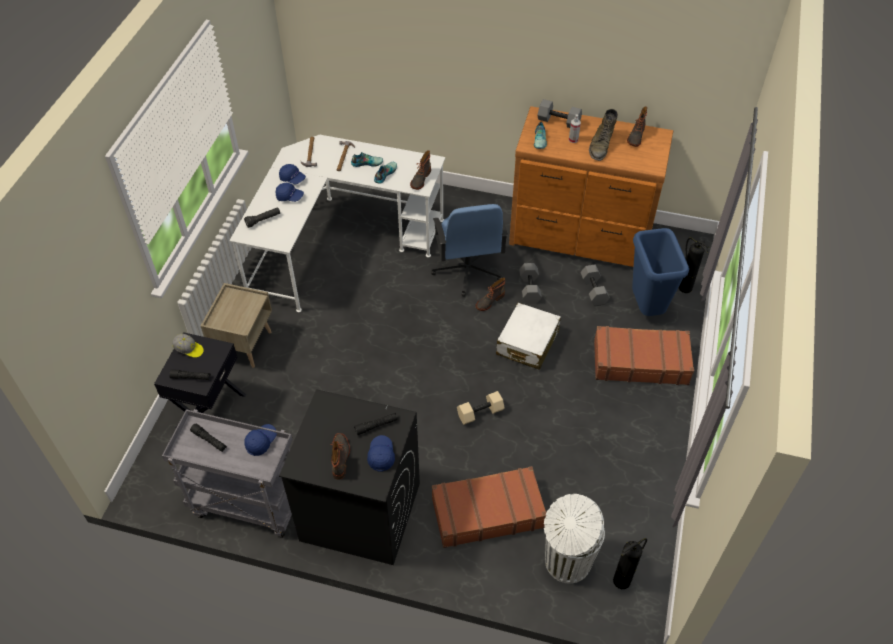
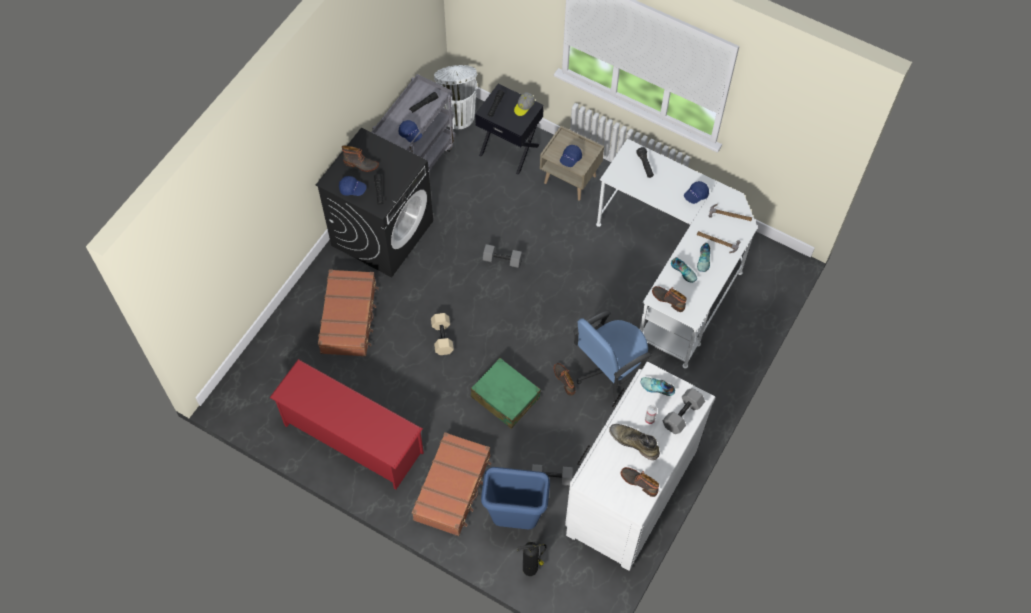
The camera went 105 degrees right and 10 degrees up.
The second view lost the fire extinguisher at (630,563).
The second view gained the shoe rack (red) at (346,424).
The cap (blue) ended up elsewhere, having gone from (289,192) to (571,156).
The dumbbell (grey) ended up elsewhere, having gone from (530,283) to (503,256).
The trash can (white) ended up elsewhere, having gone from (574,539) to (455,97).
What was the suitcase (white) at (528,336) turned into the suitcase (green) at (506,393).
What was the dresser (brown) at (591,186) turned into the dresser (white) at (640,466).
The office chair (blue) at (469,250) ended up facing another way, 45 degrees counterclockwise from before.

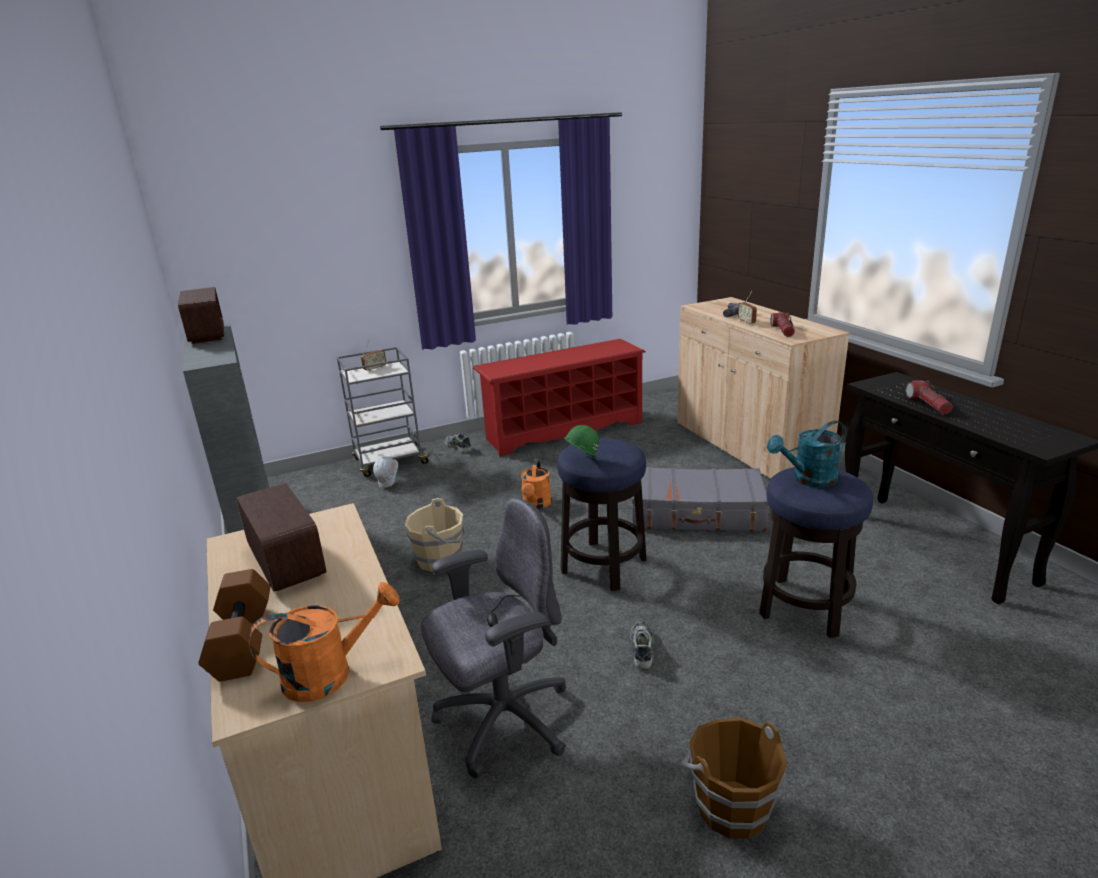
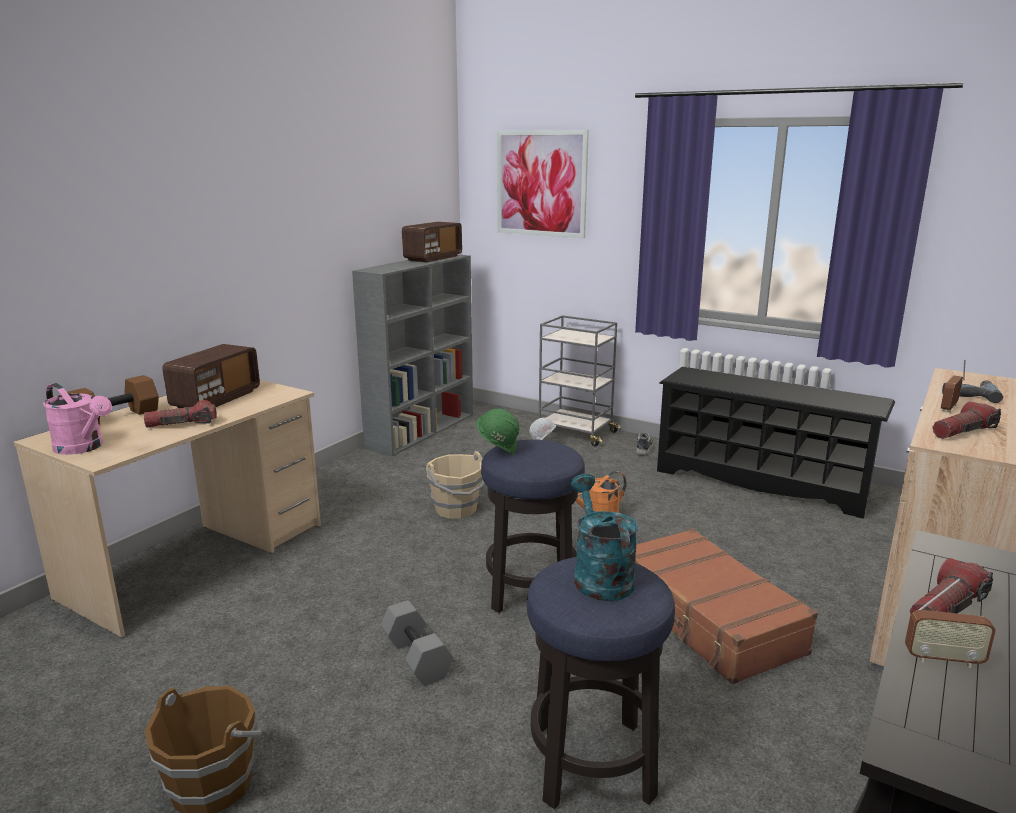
The camera went 55 degrees right and 5 degrees down.
The second view lost the office chair (grey) at (493,638).
The second view gained the flashlight at (180,414).
The second view gained the picture at (543,184).
The radio ended up elsewhere, having gone from (373,355) to (950,623).
Where the shoe stood at (642,645), the dumbbell (grey) came to stand at (417,643).
What was the watering can (orange) at (324,642) turned into the watering can (pink) at (77,419).
What was the shoe rack (red) at (559,397) turned into the shoe rack (black) at (776,443).
What was the suitcase (grey) at (700,499) turned into the suitcase (brown) at (726,606).
The watering can (turquoise) at (807,454) ended up facing another way, 45 degrees clockwise from before.

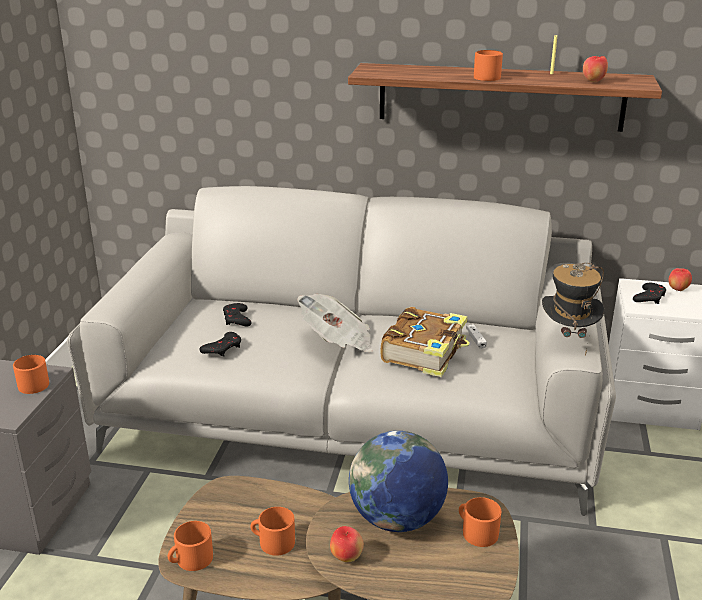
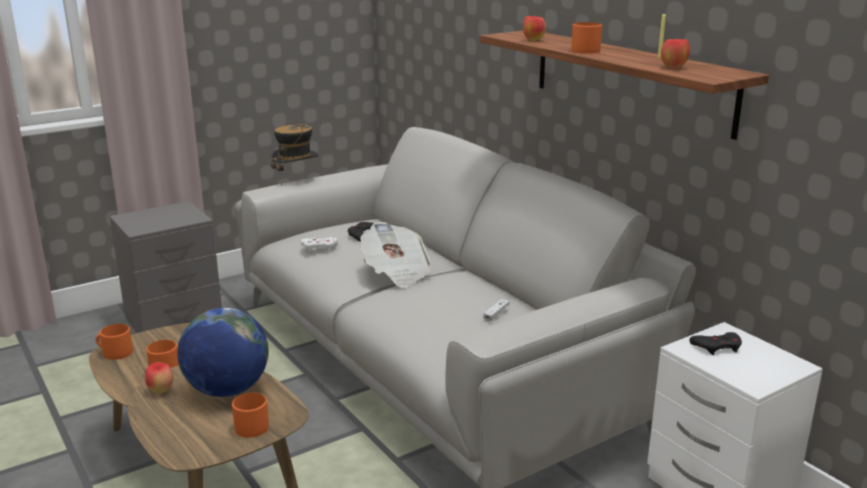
The camera went 45 degrees right and 5 degrees down.
The second view lost the mug (orange) at (31,374).
The second view lost the book at (425,342).
The hat ended up elsewhere, having gone from (573,309) to (295,154).
The apple ended up elsewhere, having gone from (680,279) to (534,28).
What was the game controller (black) at (220,344) turned into the game controller (white) at (319,244).

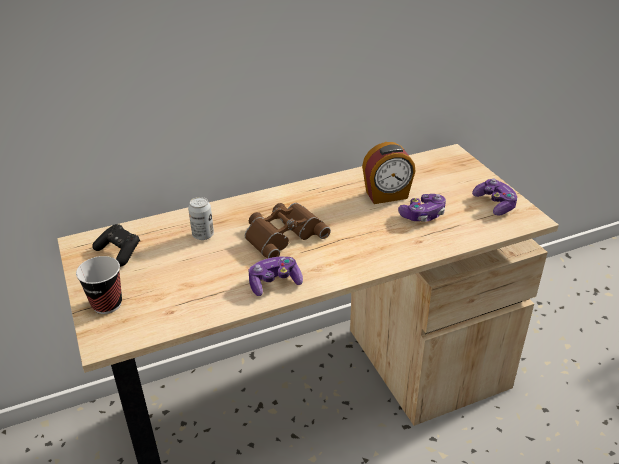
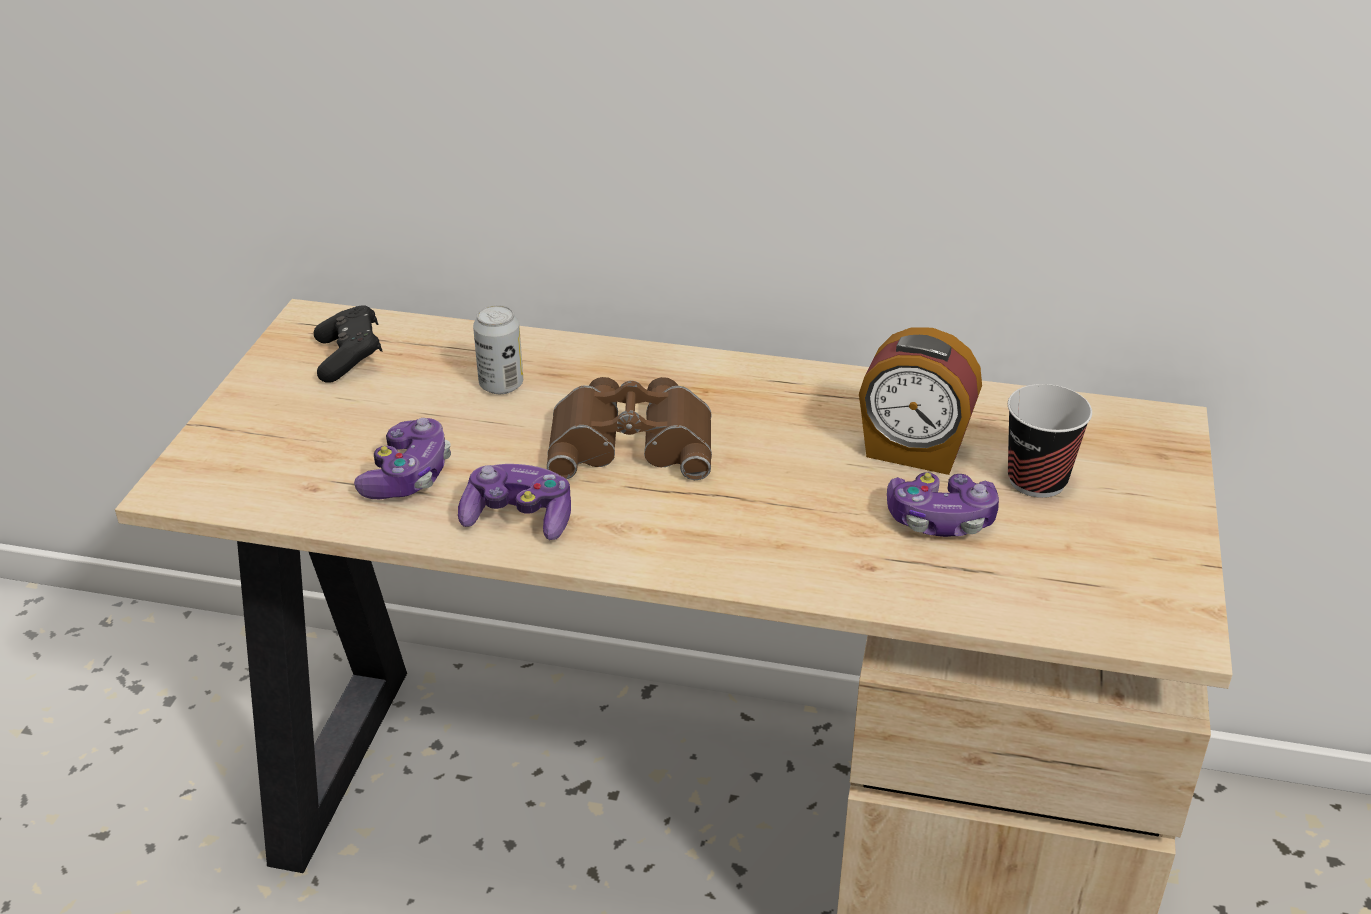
The camera went 35 degrees right and 0 degrees up.
The cup ended up elsewhere, having gone from (99,285) to (1050,441).
The game controller ended up elsewhere, having gone from (495,197) to (402,458).

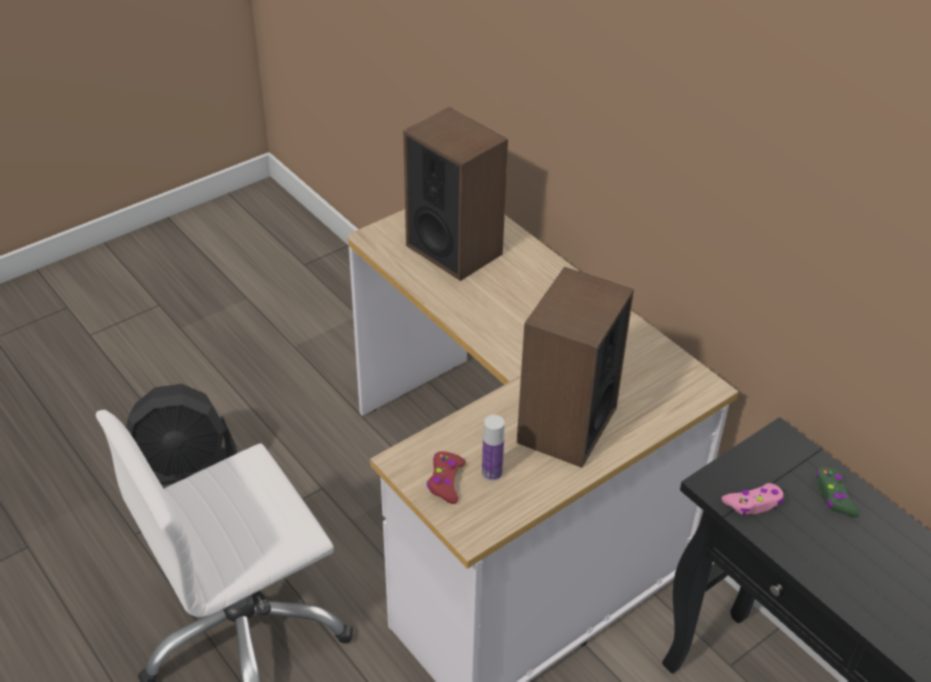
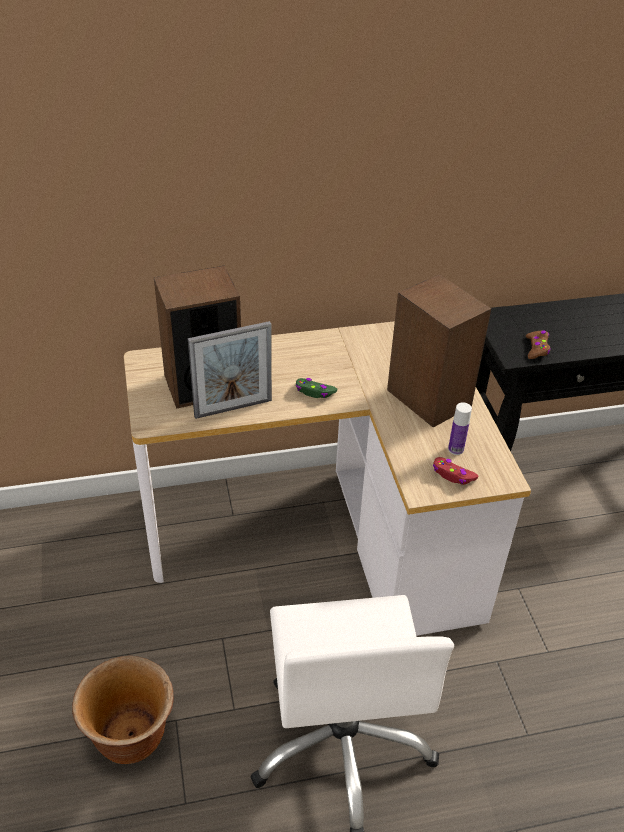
The camera went 65 degrees left and 0 degrees up.
The second view gained the picture frame at (230,370).
The game controller (green) ended up elsewhere, having gone from (838,492) to (316,388).
Where the fan (black) stood at (181,434), the planter (brown) came to stand at (123,710).
What was the game controller (pink) at (753,499) turned into the game controller (brown) at (538,345).

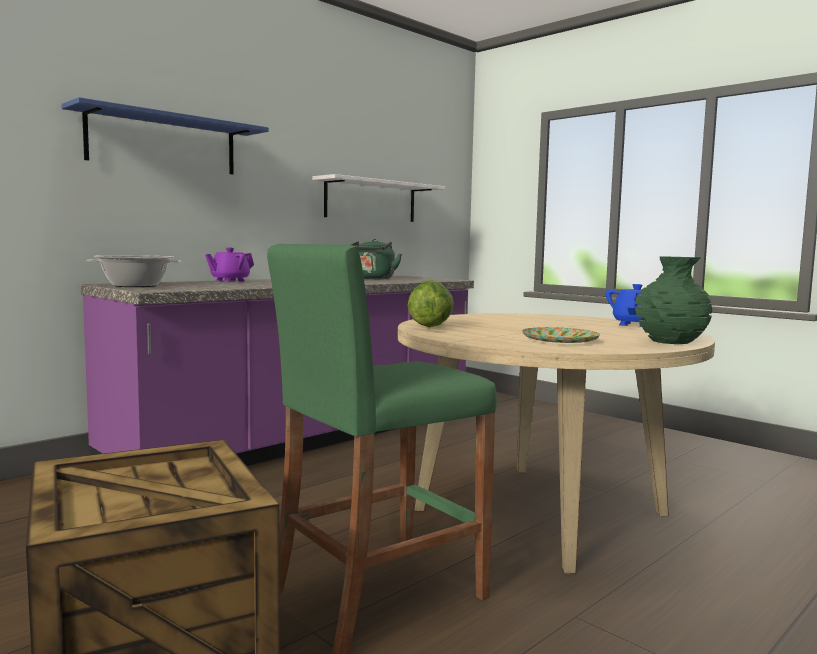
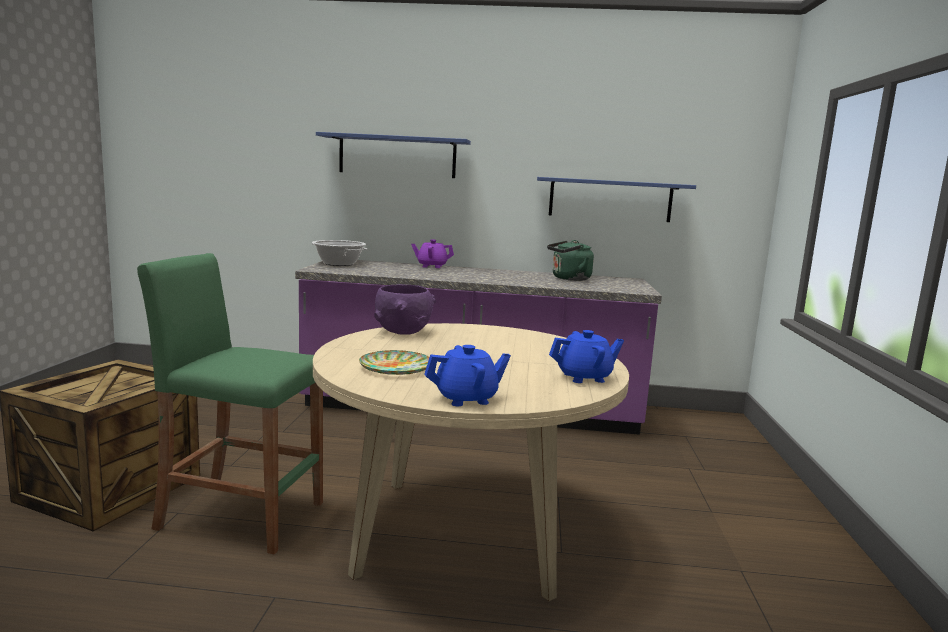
The camera went 50 degrees right and 5 degrees up.
Where the lettuce stood at (431,303), the bowl (purple) came to stand at (405,309).
Where the vase (green) stood at (673,300), the teapot (blue) came to stand at (468,375).
What was the shelf (white) at (378,198) turned into the shelf (blue) at (616,199).

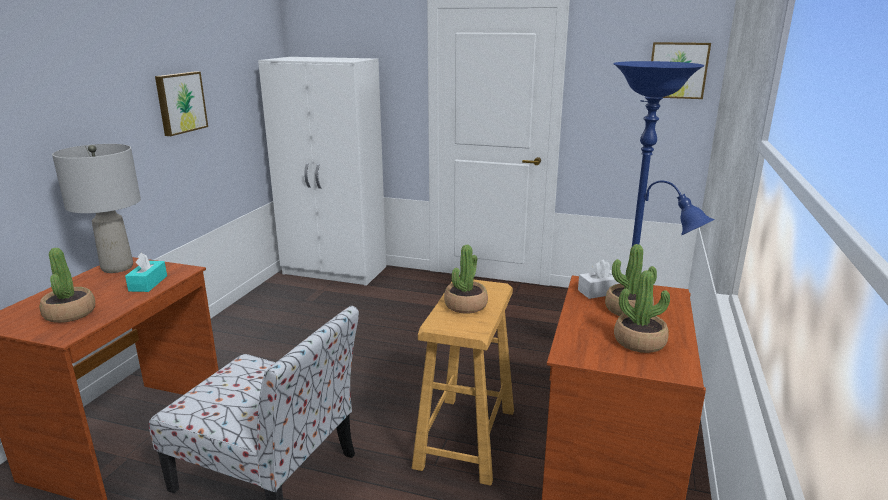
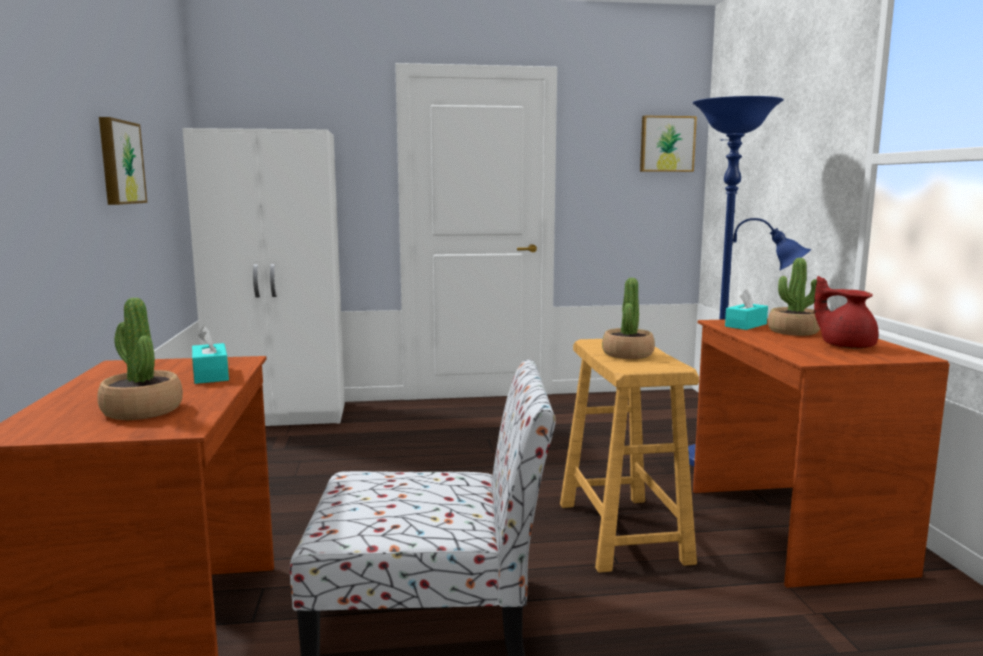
The camera went 25 degrees left and 10 degrees down.
The second view lost the table lamp (grey) at (96,208).
Where the potted plant stood at (642,311), the teapot (red) came to stand at (846,312).
What was the tissue box (white) at (599,279) turned into the tissue box (turquoise) at (746,309).

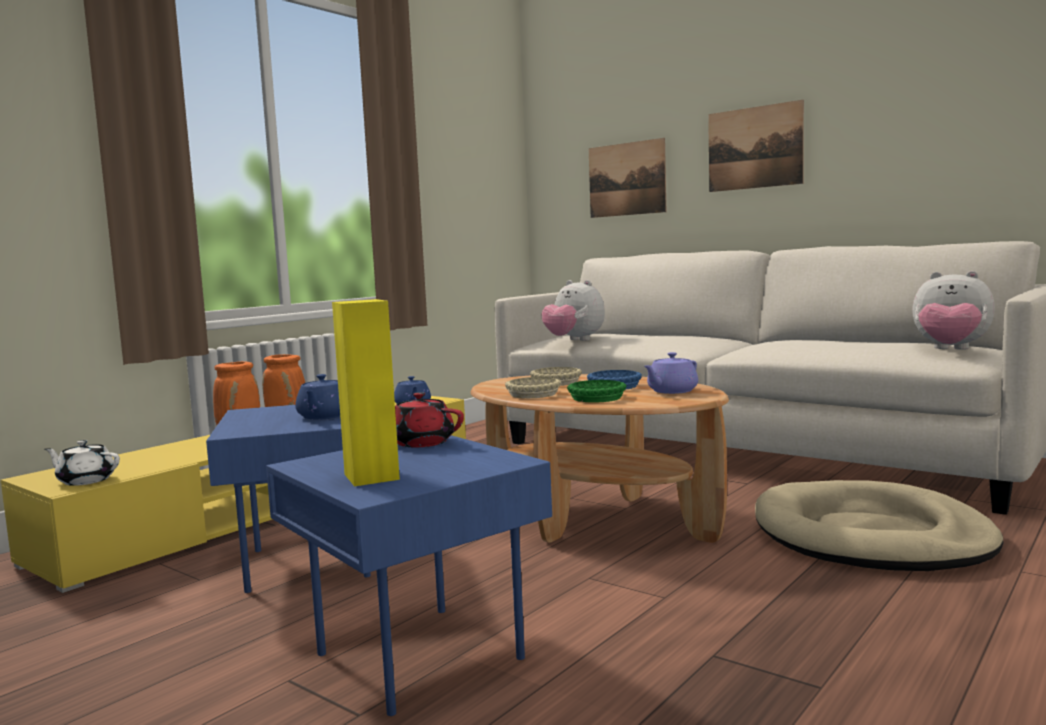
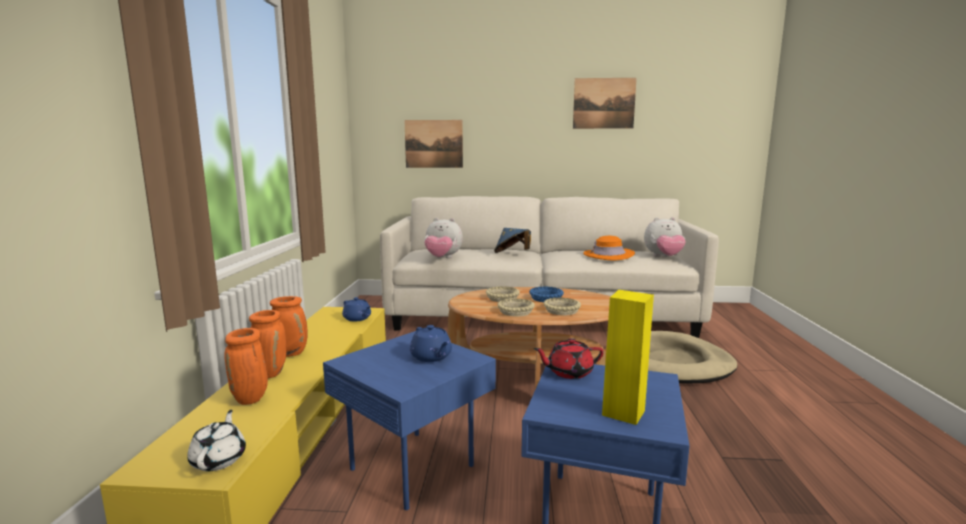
The camera went 35 degrees left and 5 degrees up.
The second view lost the teapot (purple) at (671,373).
The second view gained the vase (orange) at (246,366).
The second view gained the hat (blue) at (512,240).
The second view gained the hat (orange) at (609,248).
The picture ended up elsewhere, having gone from (756,146) to (605,103).
What was the bowl (green) at (596,391) turned into the bowl (beige) at (562,306).
The teapot (white) at (82,463) ended up facing another way, 105 degrees clockwise from before.

